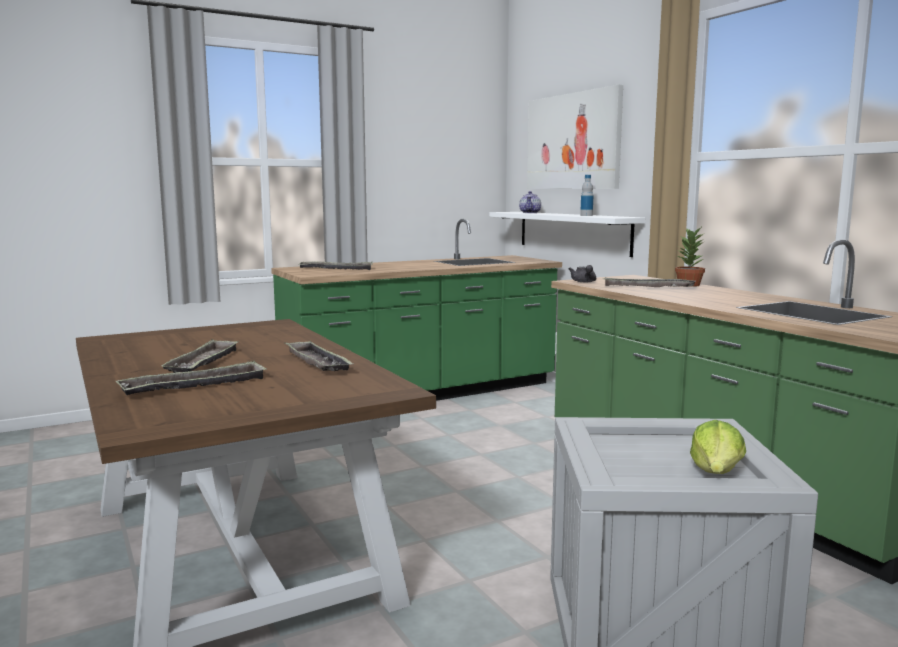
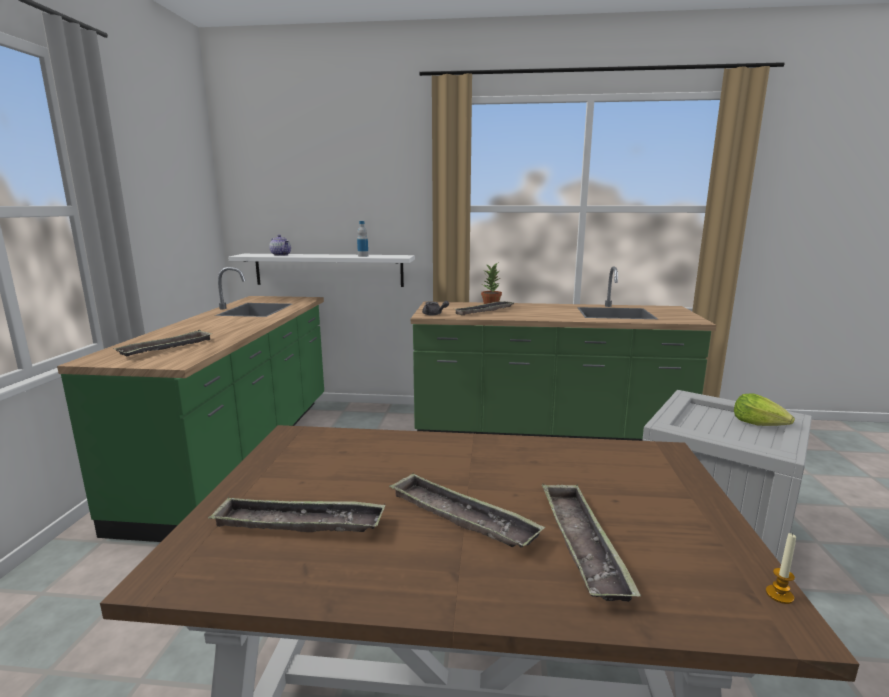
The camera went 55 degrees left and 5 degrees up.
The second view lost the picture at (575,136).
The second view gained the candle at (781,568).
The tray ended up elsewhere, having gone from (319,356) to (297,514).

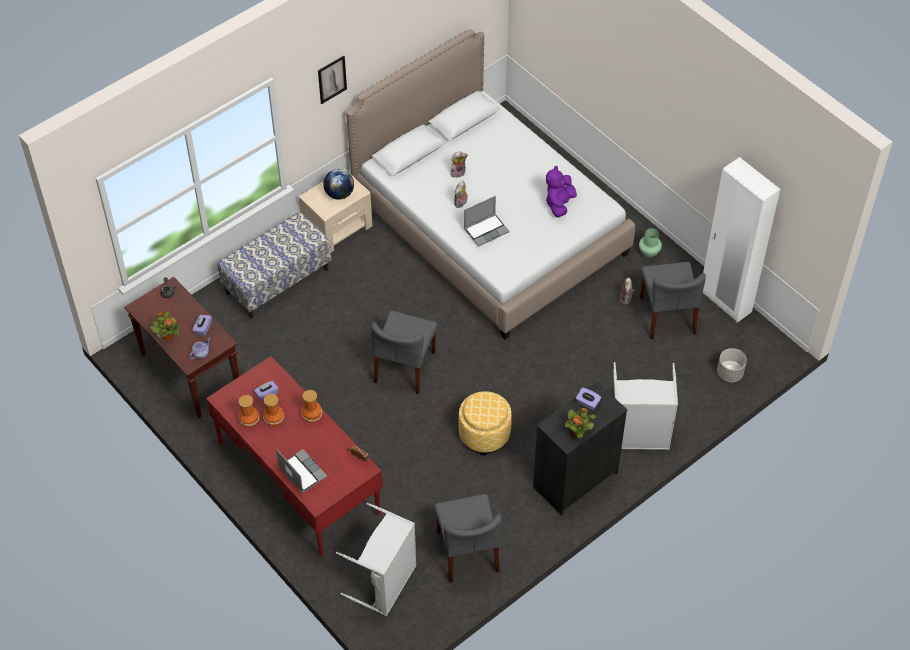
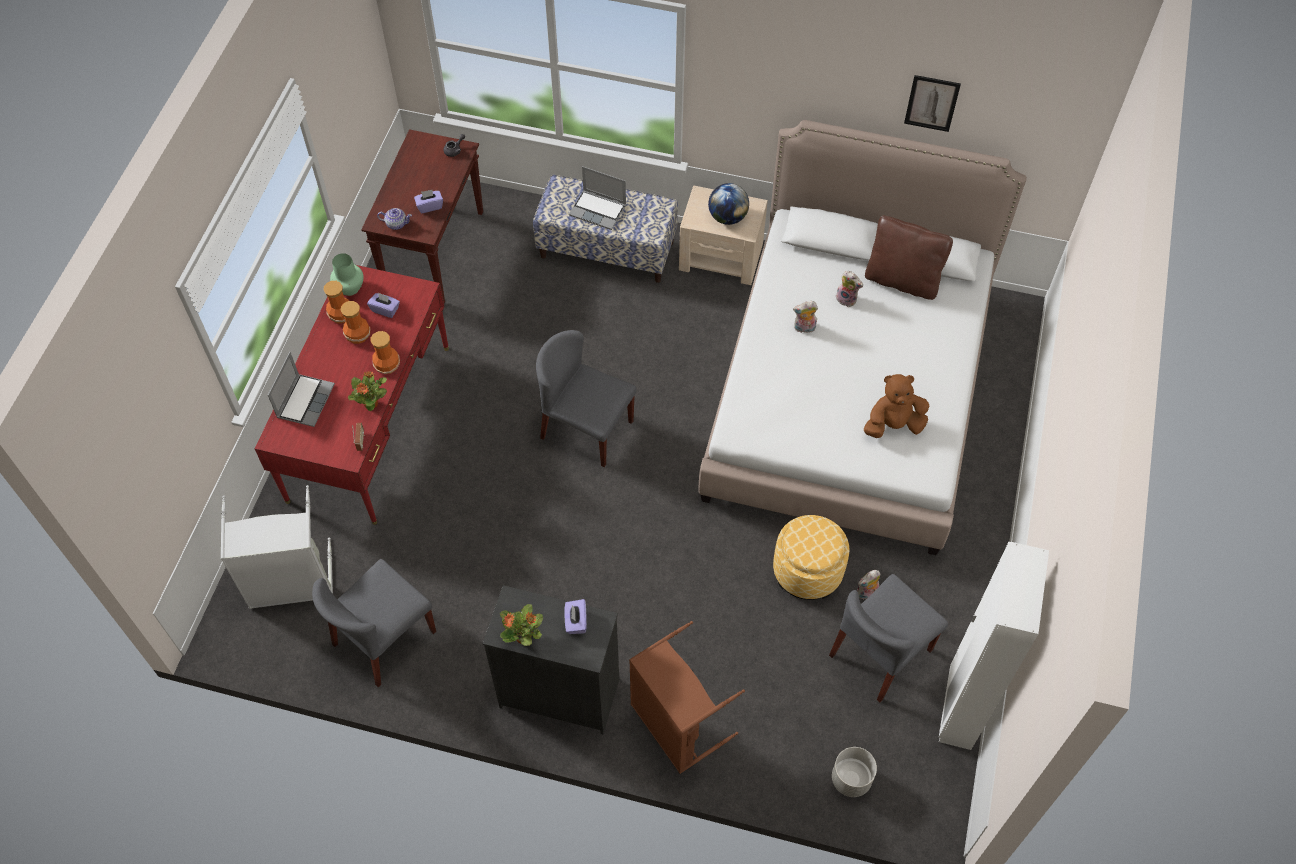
The camera went 55 degrees right and 5 degrees up.
The second view gained the pillow (brown) at (909,258).
The potted plant ended up elsewhere, having gone from (165,326) to (367,391).
The picture ended up elsewhere, having gone from (332,80) to (932,103).
The ottoman ended up elsewhere, having gone from (485,423) to (811,557).
The laptop ended up elsewhere, having gone from (486,221) to (597,198).
The vase (green) ended up elsewhere, having gone from (650,243) to (347,274).
What was the plush toy (purple) at (561,191) turned into the plush toy (brown) at (896,406).
What was the laundry basket (grey) at (645,406) turned into the laundry basket (brown) at (687,697).
The chair (grey) at (404,353) ended up facing another way, 45 degrees clockwise from before.

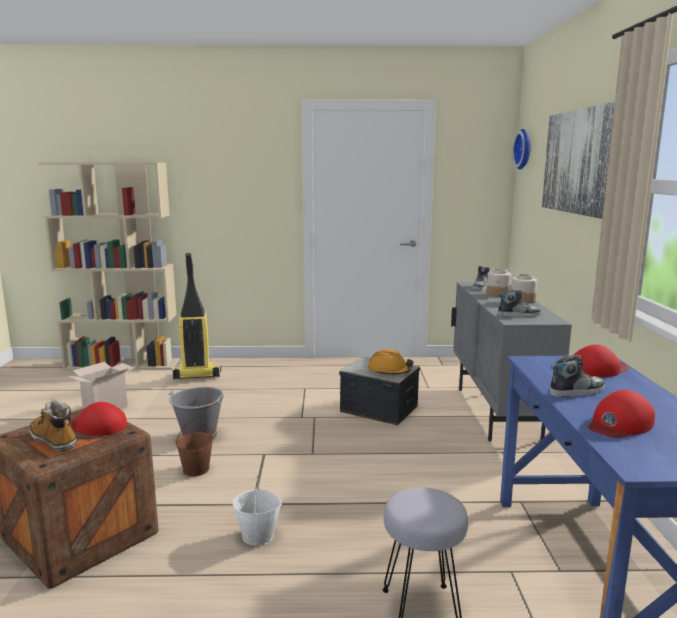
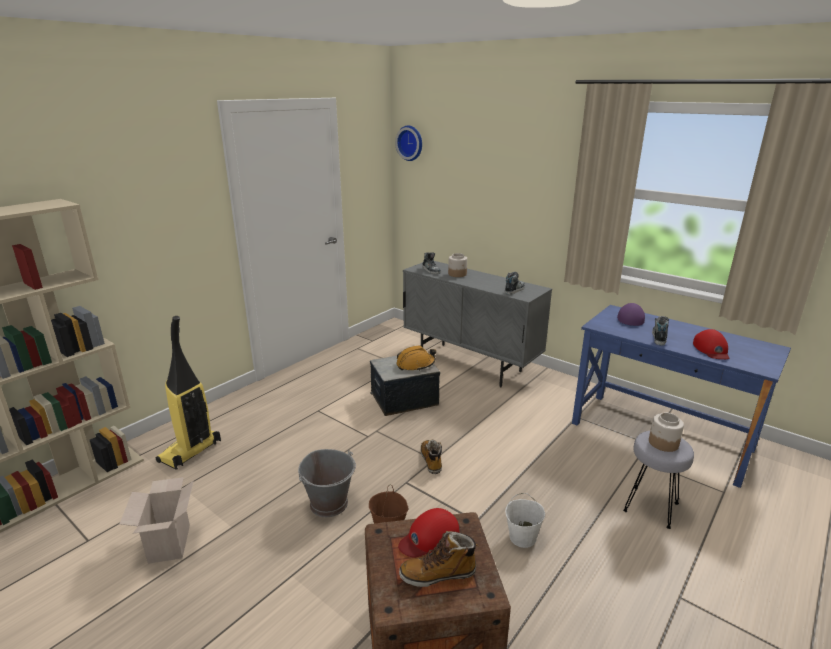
The camera went 50 degrees left and 10 degrees up.
The second view lost the picture at (578,160).
The second view gained the boot at (431,457).
The jar ended up elsewhere, having gone from (524,289) to (666,432).
What was the cap (red) at (601,361) turned into the cap (purple) at (631,314).

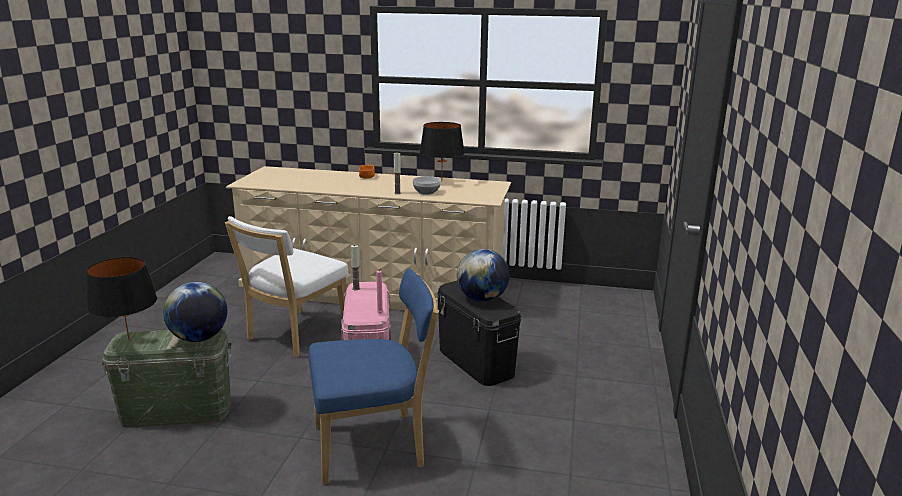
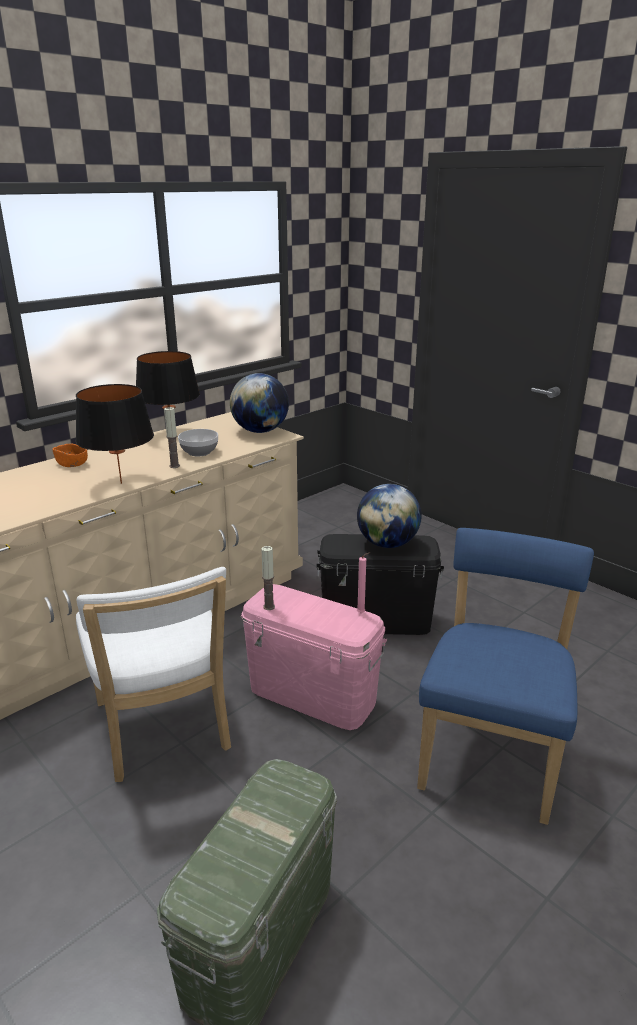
The camera went 55 degrees left and 5 degrees up.
The table lamp (black) ended up elsewhere, having gone from (121,299) to (115,434).
The globe ended up elsewhere, having gone from (195,312) to (259,403).

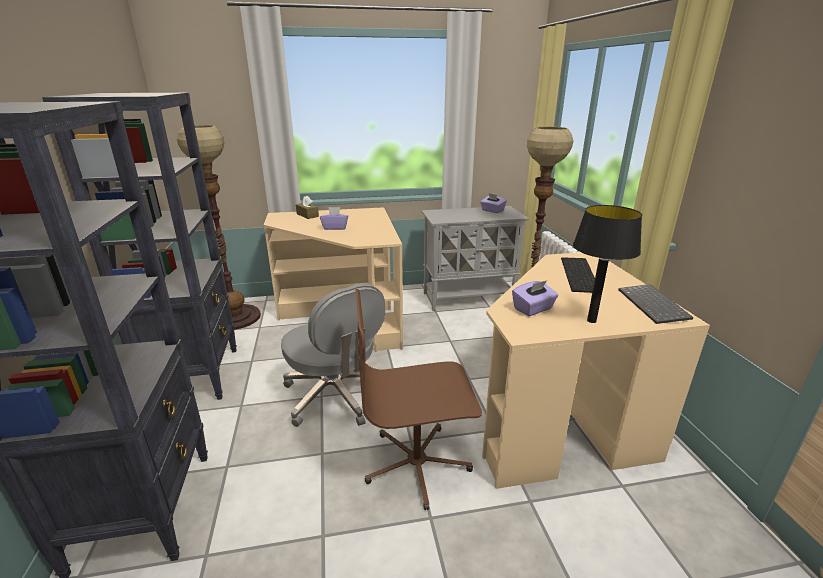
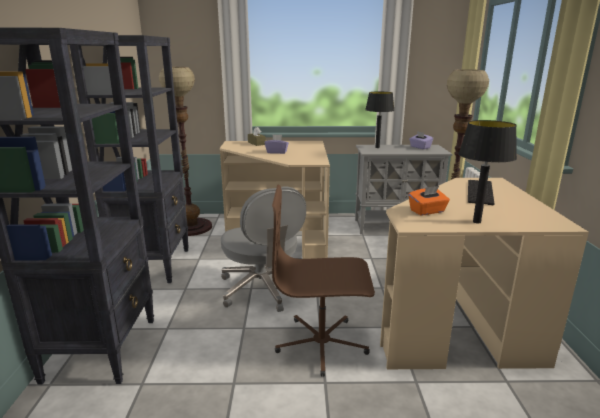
The camera went 10 degrees right and 5 degrees down.
The second view lost the keyboard at (655,304).
The second view gained the table lamp (black) at (380,119).
What was the tissue box (purple) at (535,298) turned into the tissue box (orange) at (429,201).

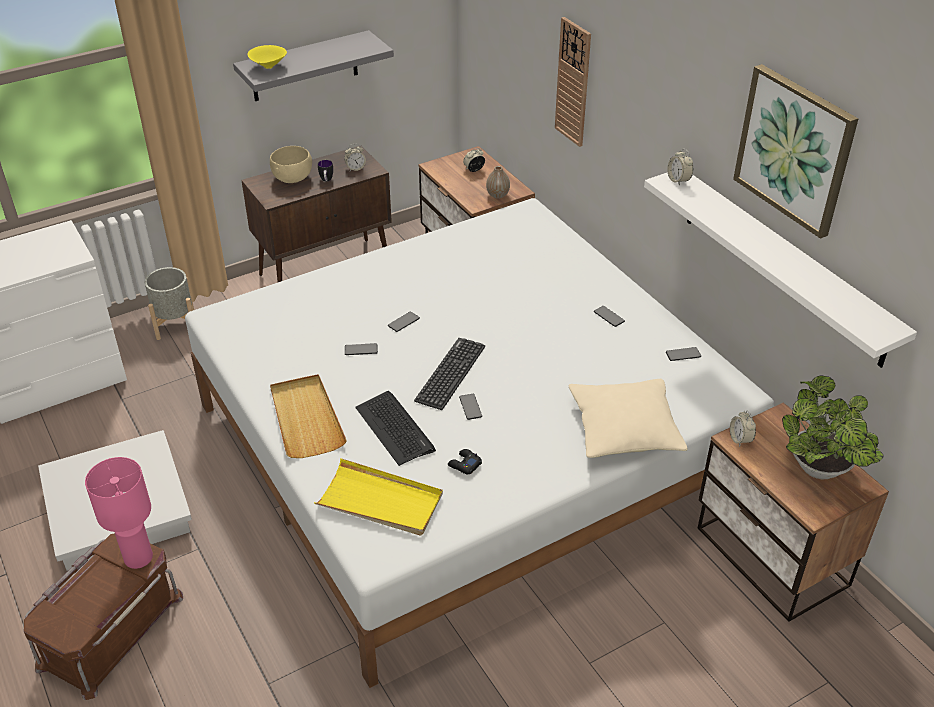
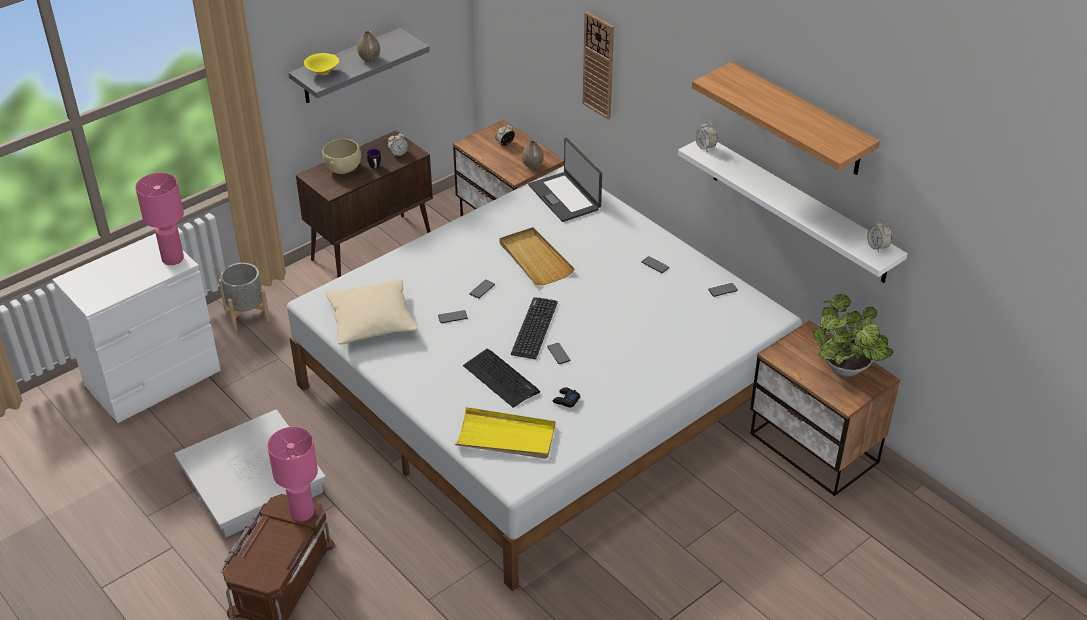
The camera went 10 degrees left and 0 degrees up.
The second view gained the table lamp (pink) at (159,219).
The second view gained the vase at (368,46).
The second view gained the laptop at (565,180).
The tray (beige) ended up elsewhere, having gone from (308,416) to (537,256).
The pillow (beige) ended up elsewhere, having gone from (628,418) to (371,312).
The alarm clock ended up elsewhere, having gone from (743,429) to (879,236).
Where the picture hung at (795,151), the shelf came to hang at (786,118).

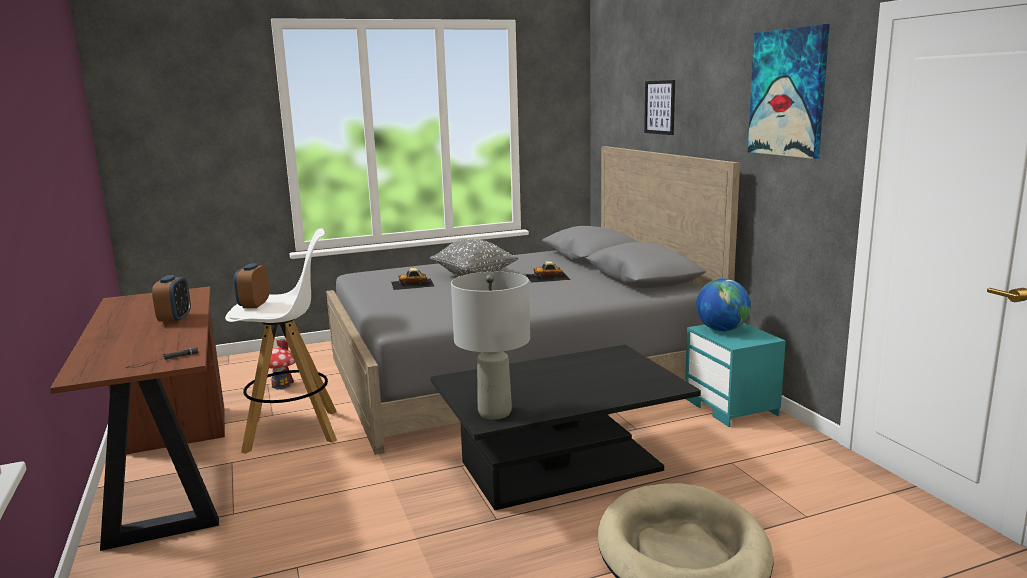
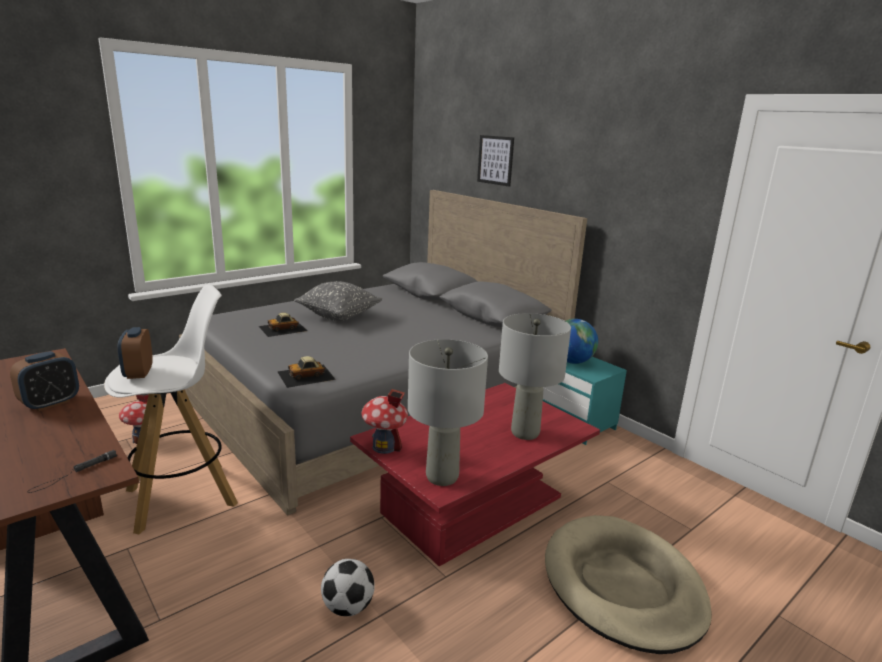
The camera went 20 degrees left and 5 degrees up.
The second view lost the picture at (789,91).
The second view gained the football at (348,587).
The second view gained the toy house at (385,421).
The second view gained the table lamp (grey) at (535,376).
The toy car ended up elsewhere, having gone from (548,272) to (307,372).
What was the coffee table (black) at (566,427) turned into the coffee table (red) at (475,474).
The alarm clock at (171,299) ended up facing another way, 60 degrees clockwise from before.

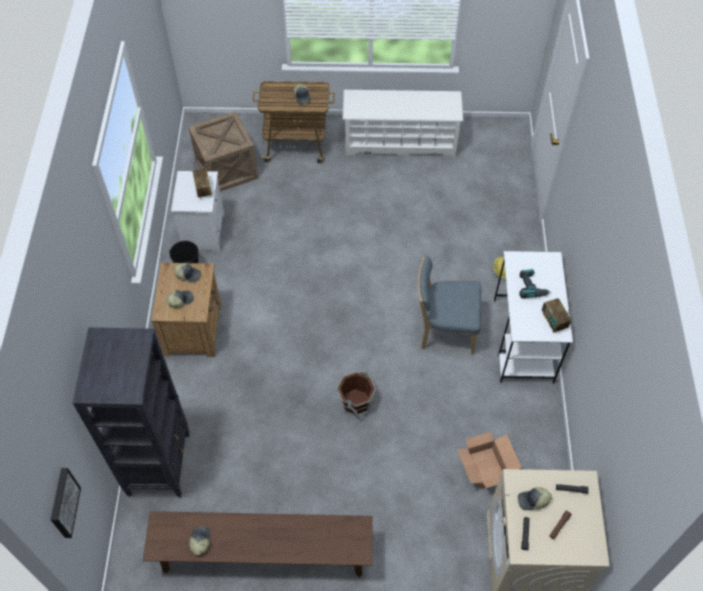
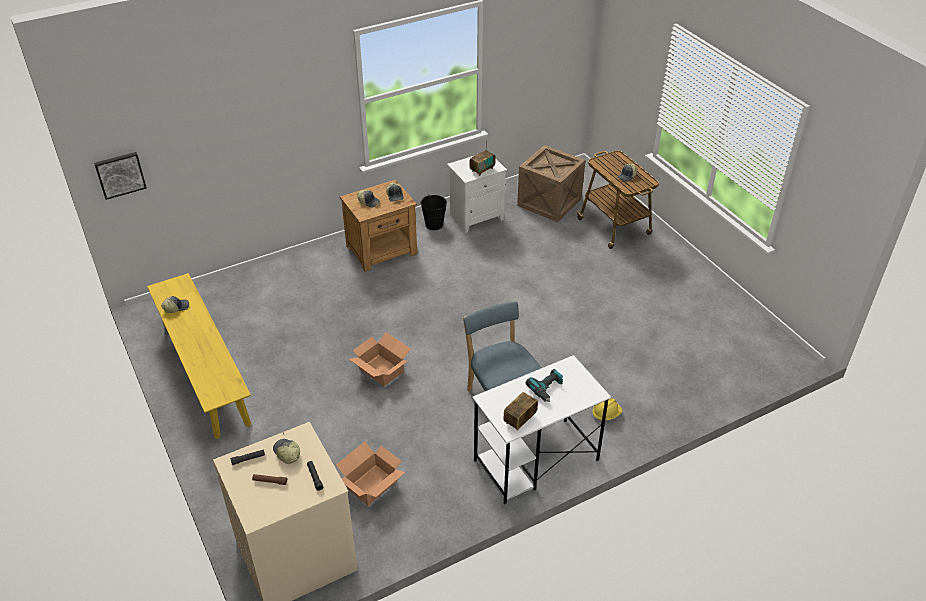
The camera went 60 degrees right and 15 degrees down.
The second view lost the bookcase (black) at (131,412).
The second view lost the shoe rack (white) at (403,123).
Where the bucket (brown) stood at (356,393), the cardboard box came to stand at (380,359).
What was the bench (brown) at (258,544) turned into the bench (yellow) at (199,356).

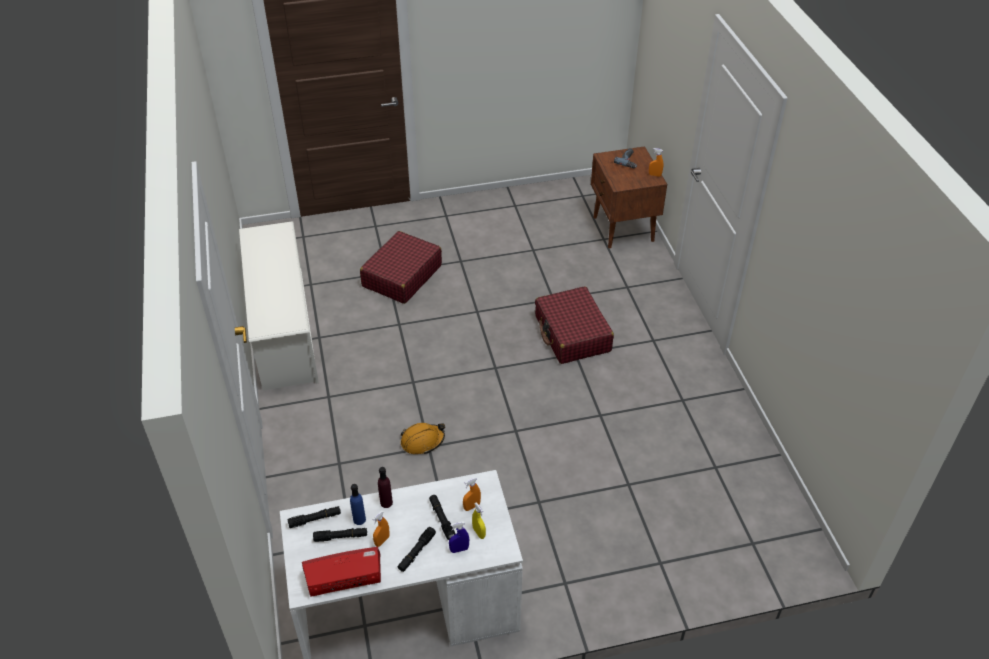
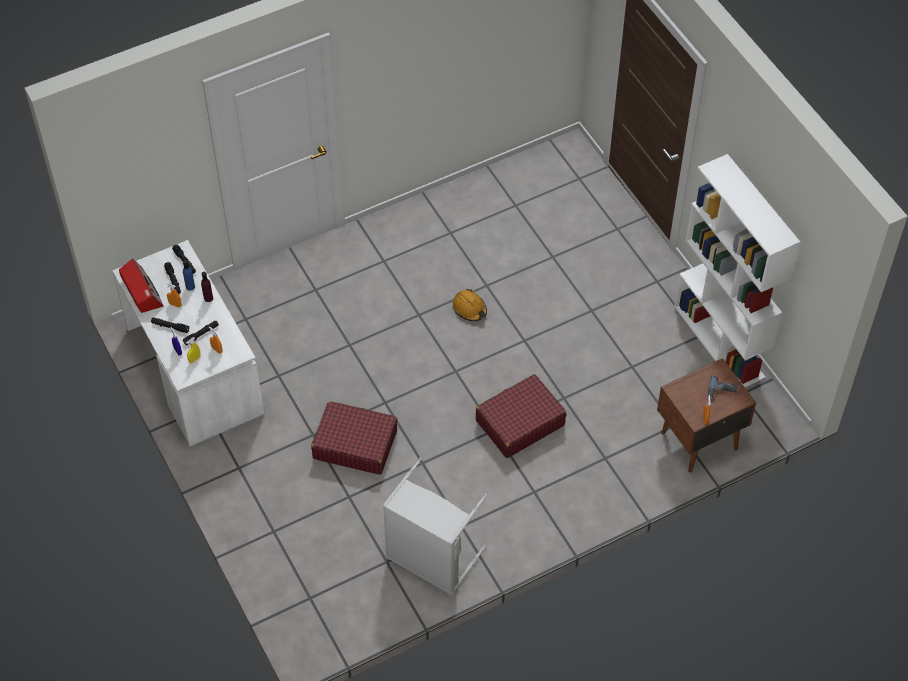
The camera went 75 degrees right and 10 degrees up.
The second view lost the shoe rack (white) at (279,305).
The second view gained the laundry basket (grey) at (435,526).
The second view gained the bookcase (white) at (737,271).
The suitcase (red) ended up elsewhere, having gone from (401,267) to (354,438).
The hard hat (orange) ended up elsewhere, having gone from (423,438) to (470,305).

